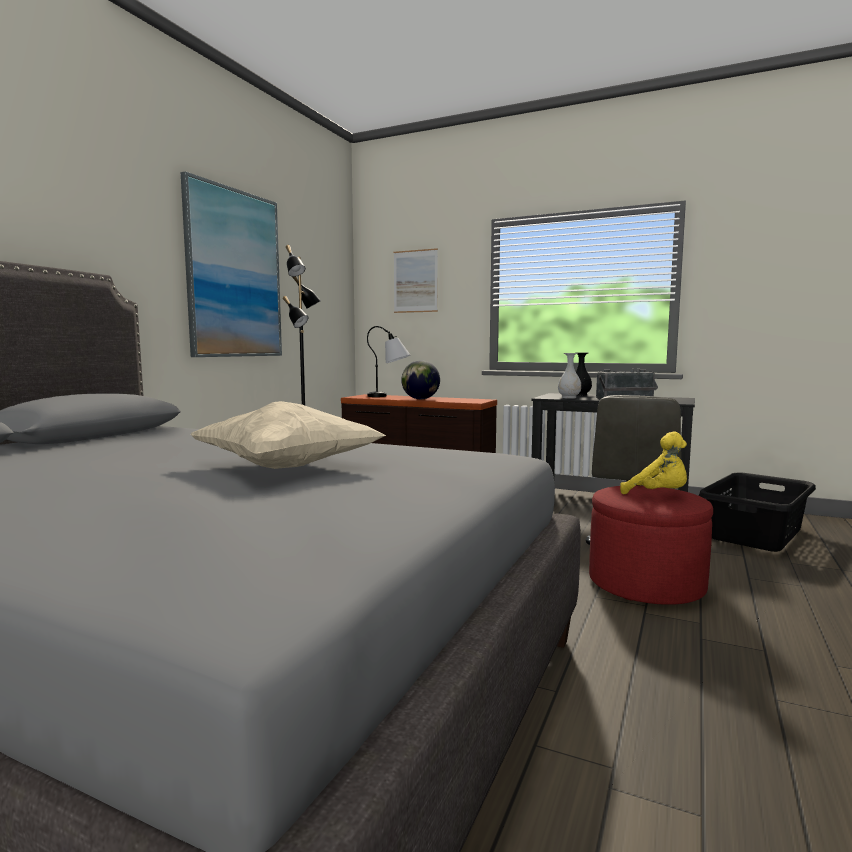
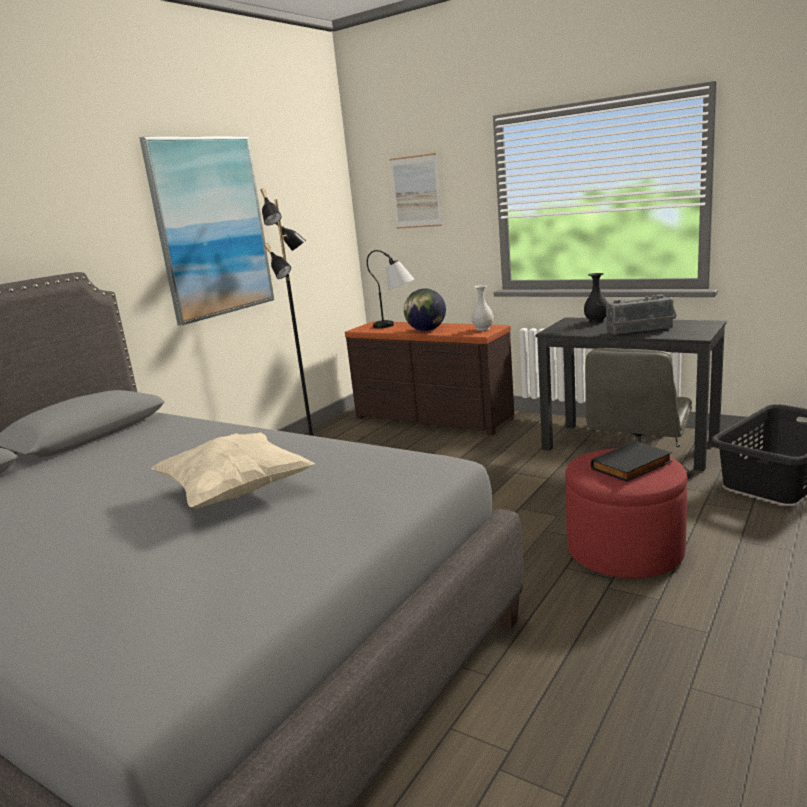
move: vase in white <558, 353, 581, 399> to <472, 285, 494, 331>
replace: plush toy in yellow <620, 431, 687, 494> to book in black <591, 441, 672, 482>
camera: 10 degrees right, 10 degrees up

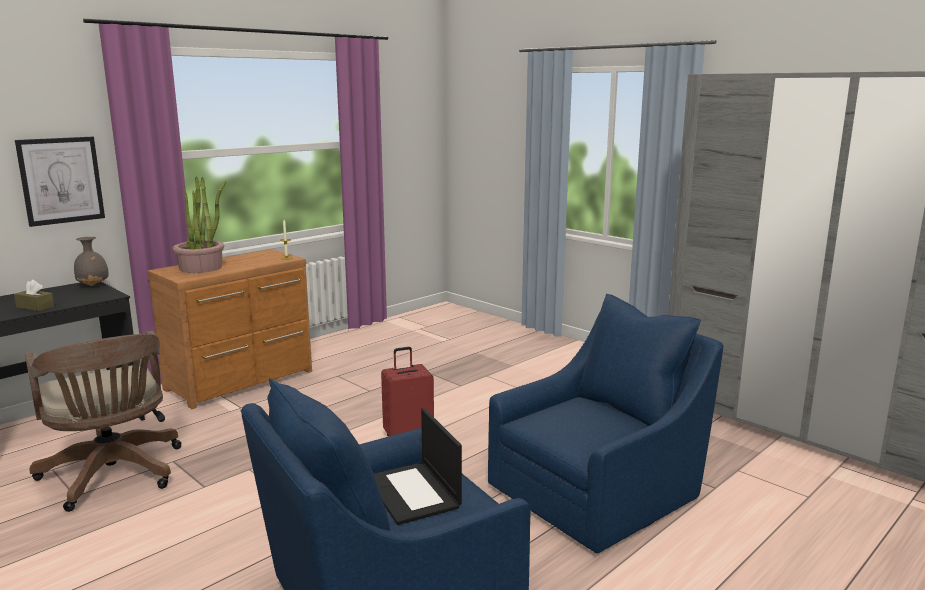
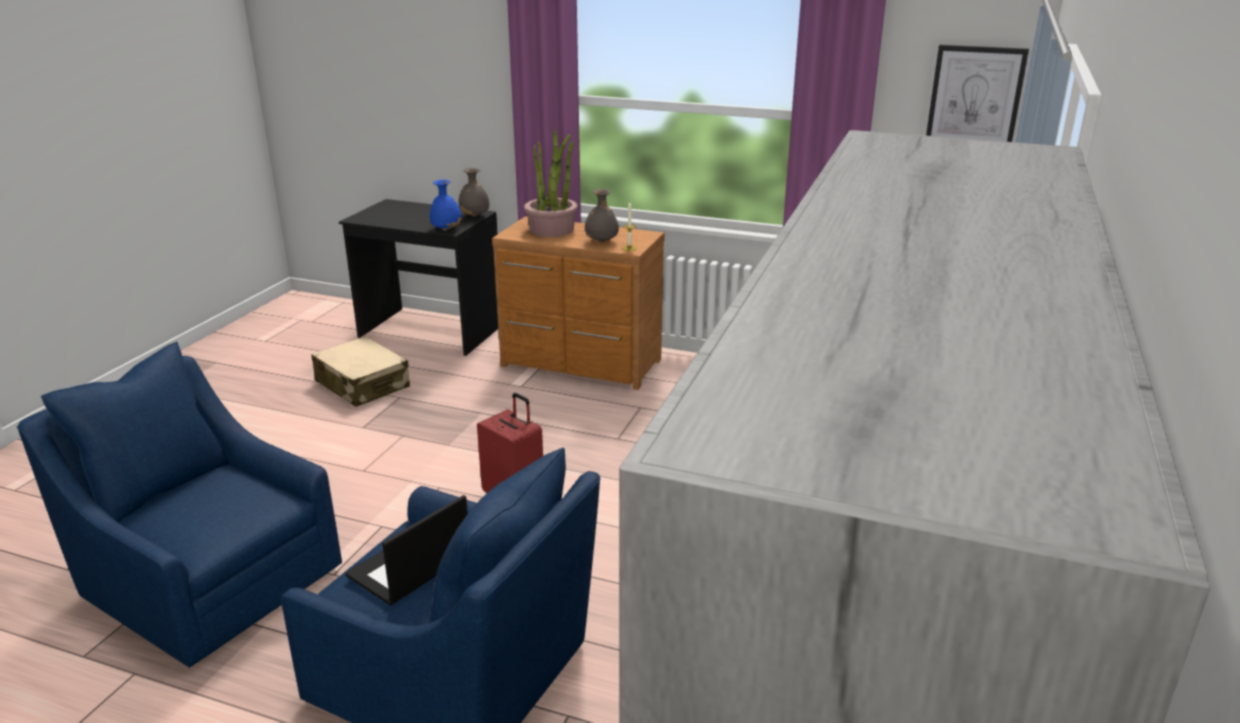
delete: tissue box in brown <14, 280, 54, 311>
insert: vase in blue <430, 179, 462, 231>; vase in grey <584, 189, 619, 242>
move: picture <15, 137, 105, 227> to <926, 45, 1029, 142>; laptop <374, 408, 462, 525> to <345, 495, 468, 606>
replace: office chair in brown <25, 331, 181, 512> to suitcase in beige <311, 336, 410, 407>
camera: 65 degrees right, 10 degrees up

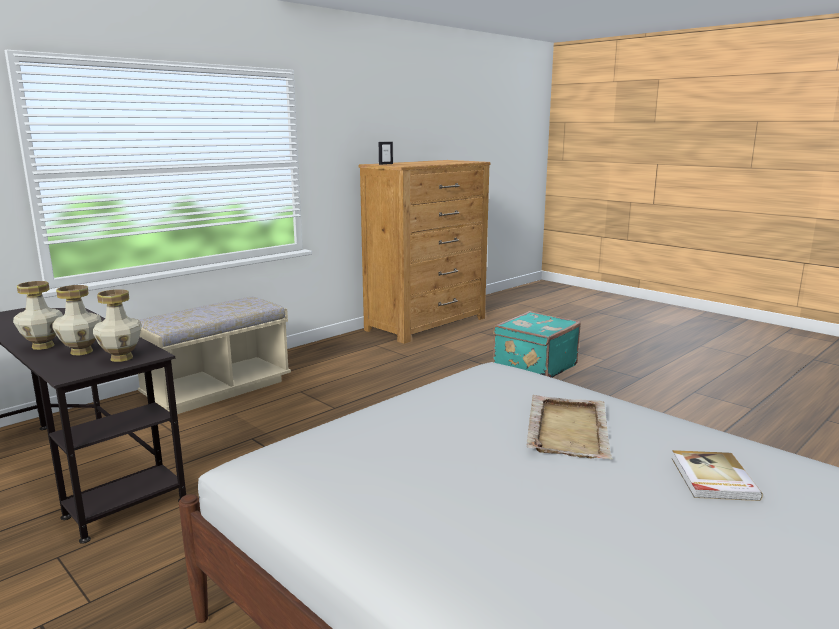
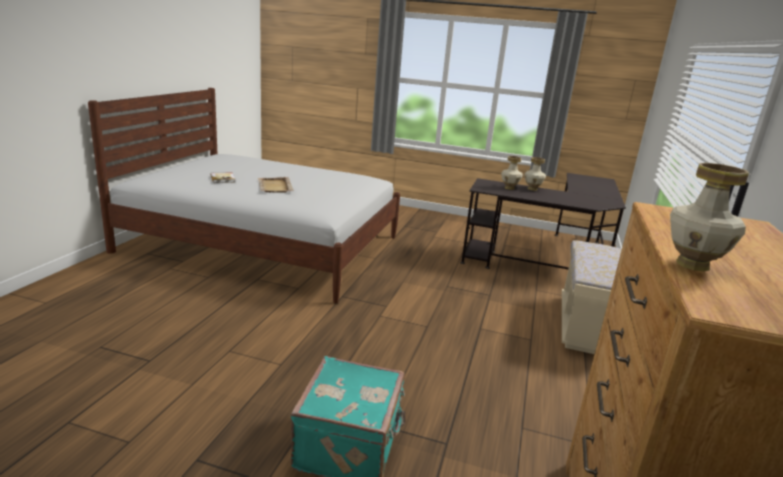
move: vase <93, 289, 142, 362> to <670, 163, 749, 272>
camera: 150 degrees right, 5 degrees up

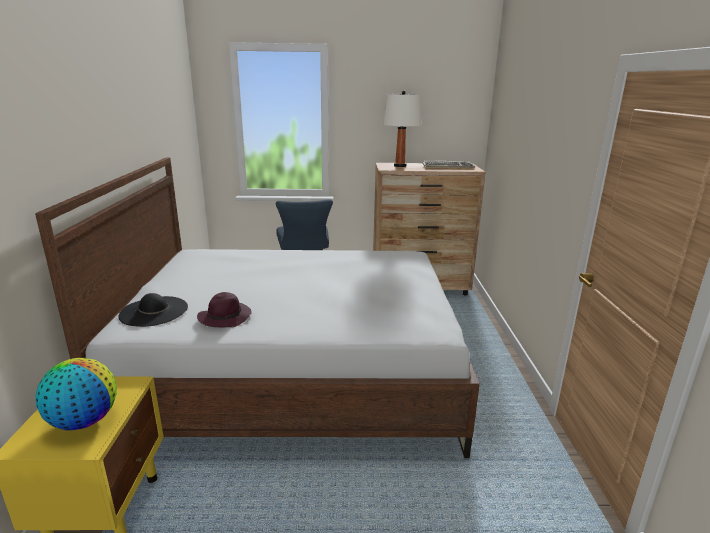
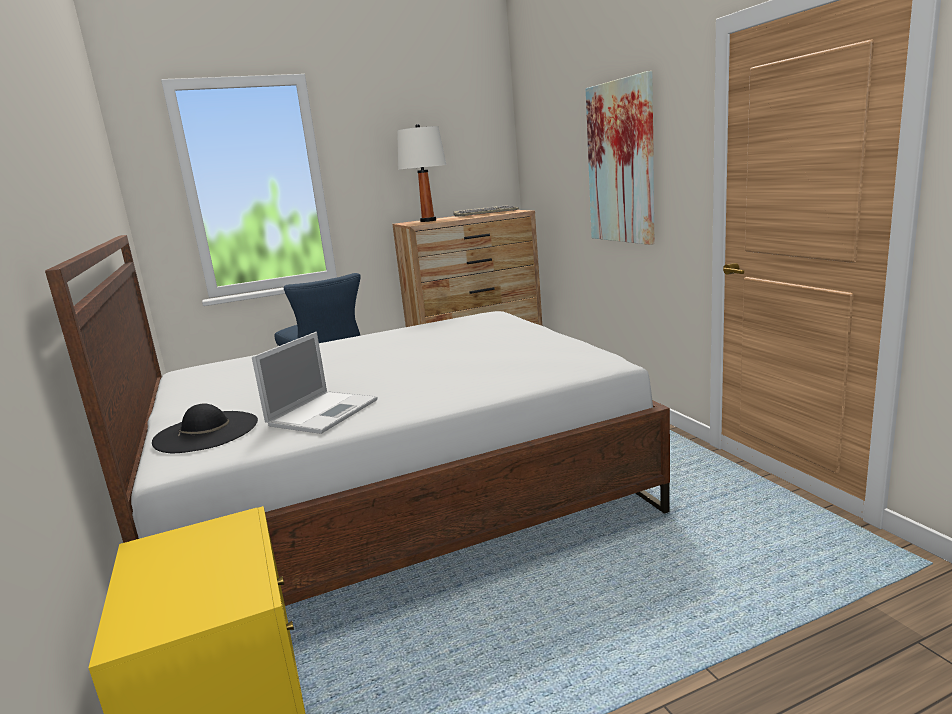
delete: globe <35, 358, 117, 430>
insert: picture <586, 71, 654, 245>
replace: hat in purple <197, 292, 252, 327> to laptop <252, 332, 378, 434>
camera: 20 degrees left, 5 degrees down

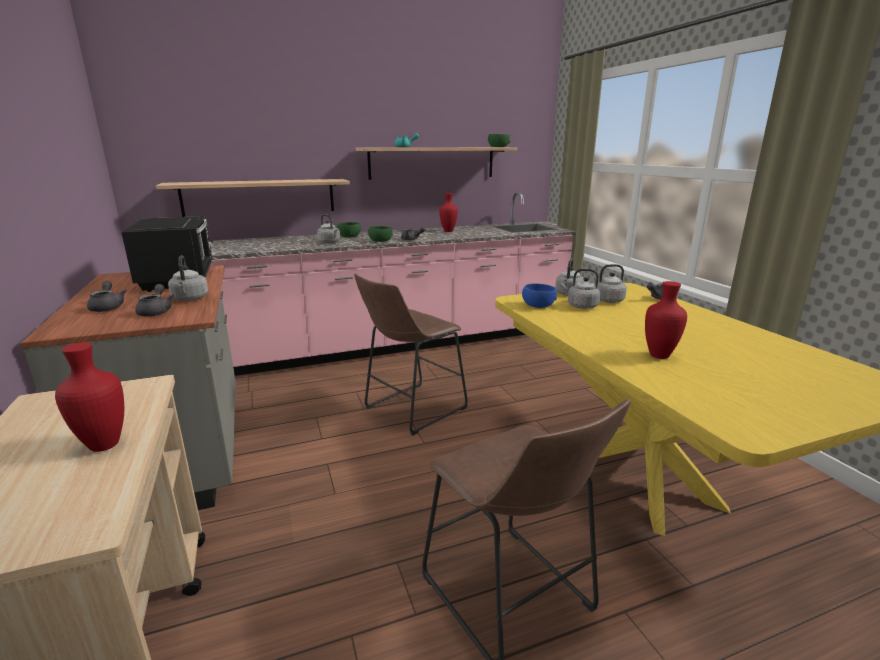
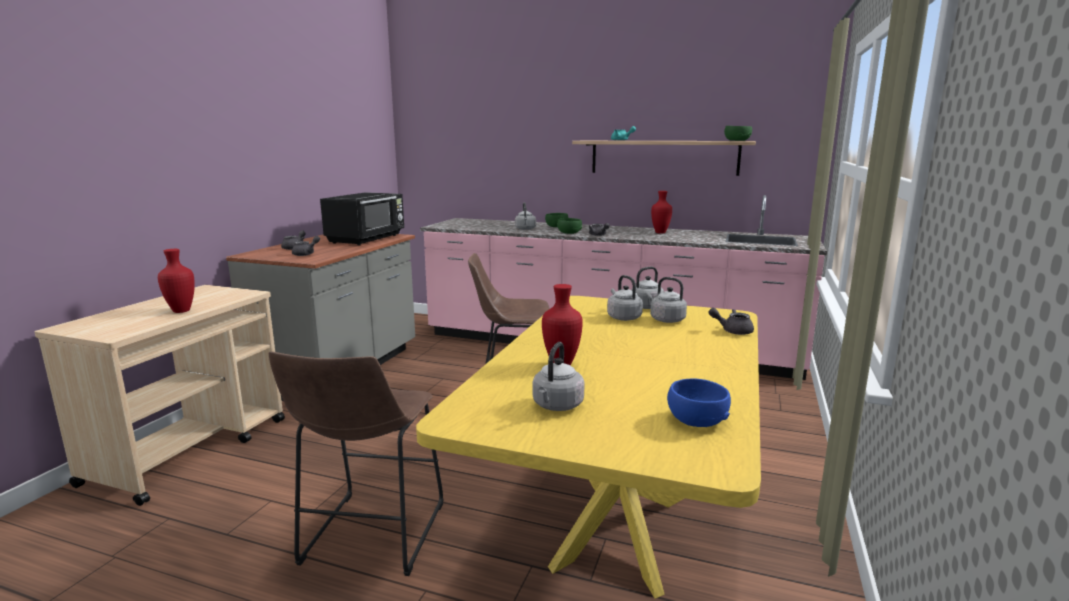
delete: shelf <156, 179, 350, 217>
move: kettle in grey <168, 255, 208, 301> to <533, 342, 585, 411>; bowl in blue <522, 283, 557, 308> to <667, 379, 731, 427>
camera: 40 degrees right, 5 degrees down

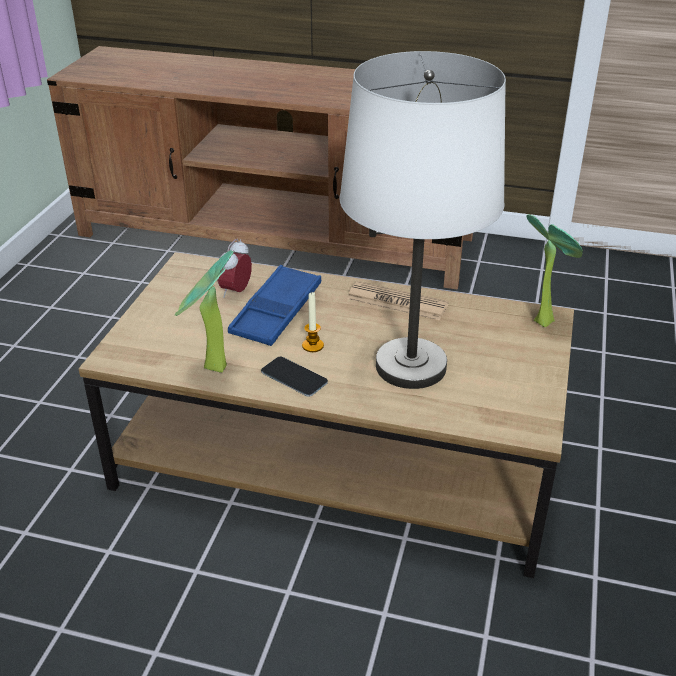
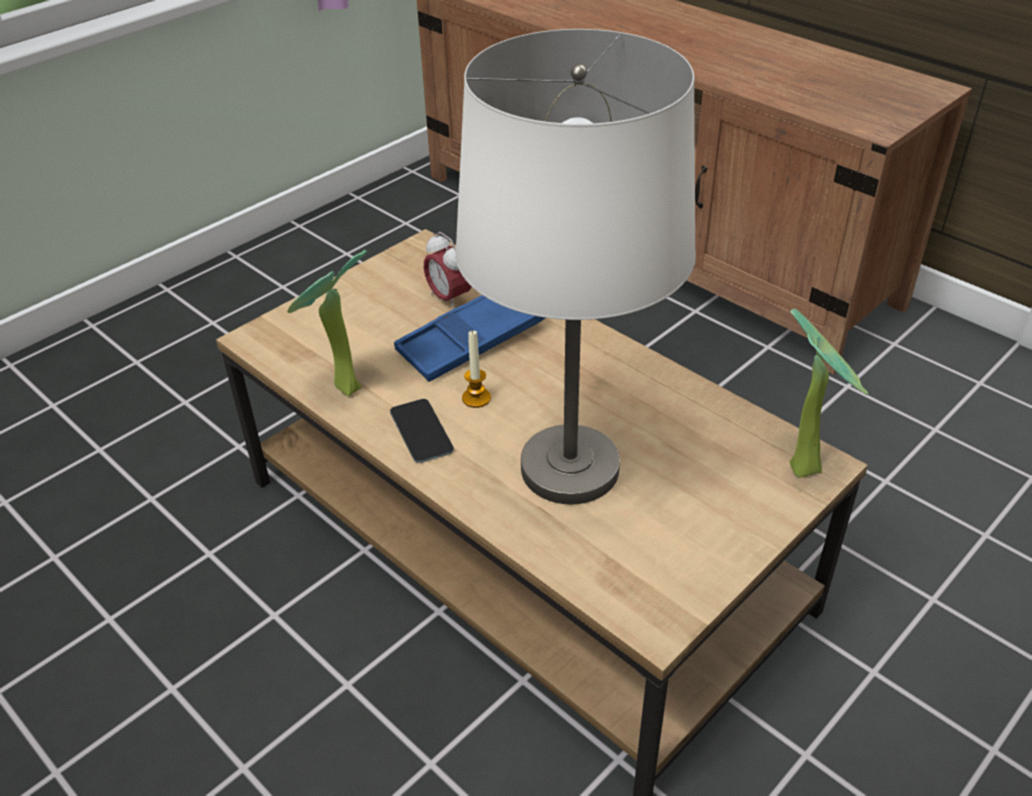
delete: newspaper <347, 281, 449, 320>
rotate: alarm clock <217, 239, 252, 298> = <424, 232, 472, 309> 90 degrees counterclockwise
camera: 30 degrees right, 5 degrees up

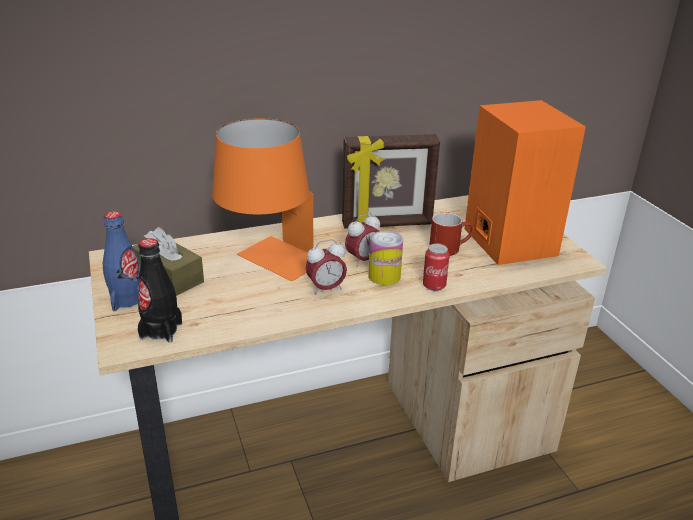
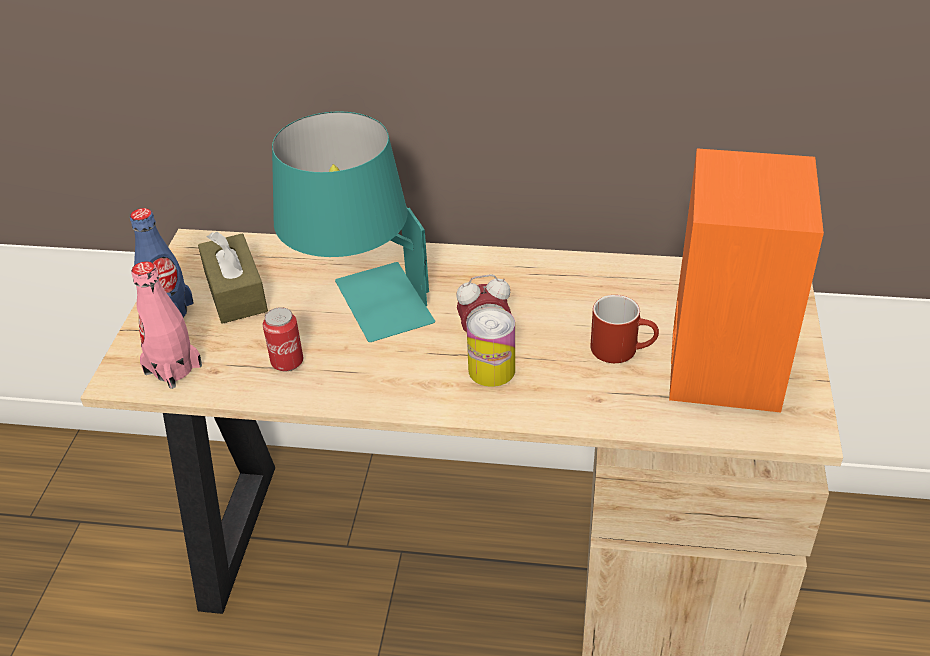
delete: alarm clock <305, 239, 347, 295>; picture frame <342, 134, 440, 228>
move: can <423, 243, 450, 291> to <263, 307, 303, 372>
recolor: bottle in black <138, 238, 182, 342> to bottle in pink <131, 261, 202, 389>; table lamp in orange <212, 118, 313, 281> to table lamp in turquoise <272, 112, 435, 342>
camera: 30 degrees right, 10 degrees up

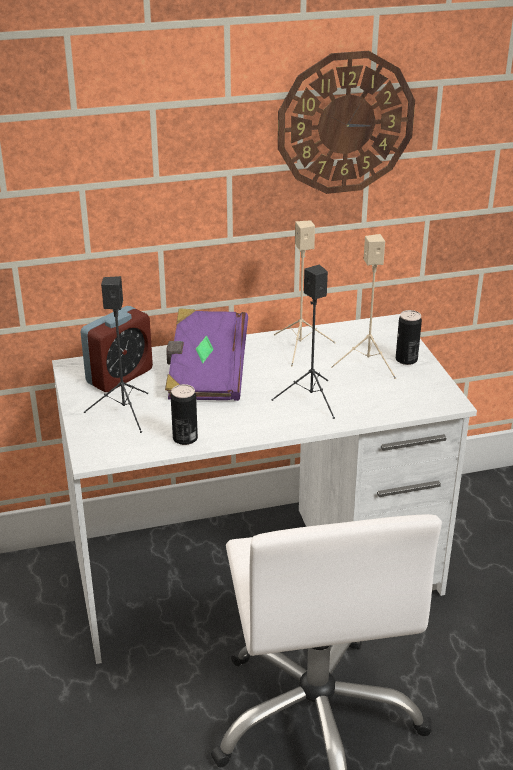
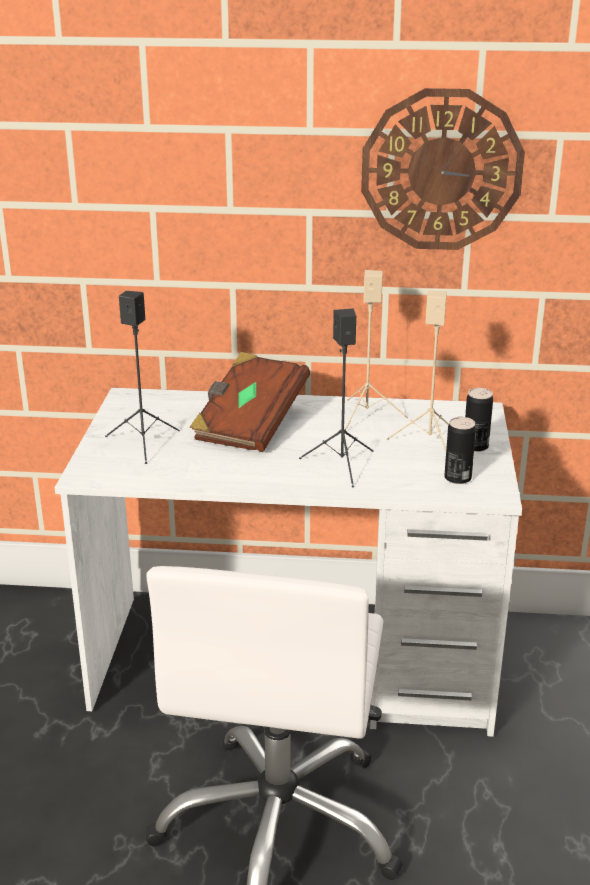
delete: alarm clock <80, 306, 153, 392>
move: can <171, 384, 198, 445> to <444, 417, 476, 484>
recolor: book in purple <165, 308, 248, 401> to book in brown <190, 352, 310, 452>
camera: 20 degrees right, 5 degrees down

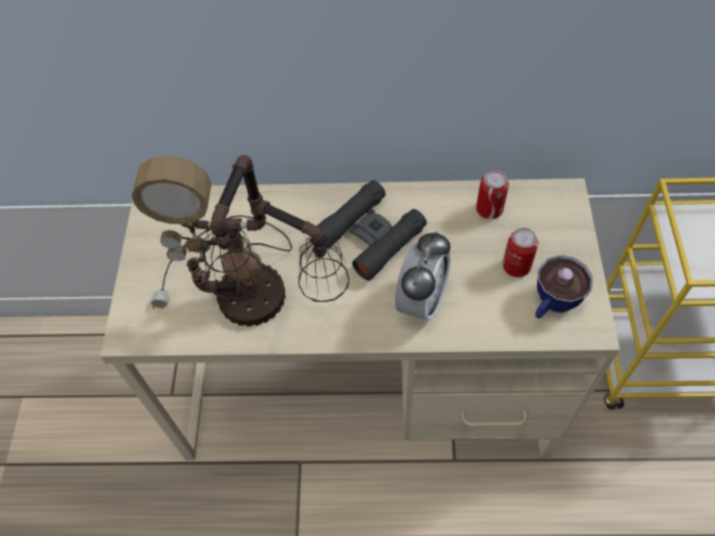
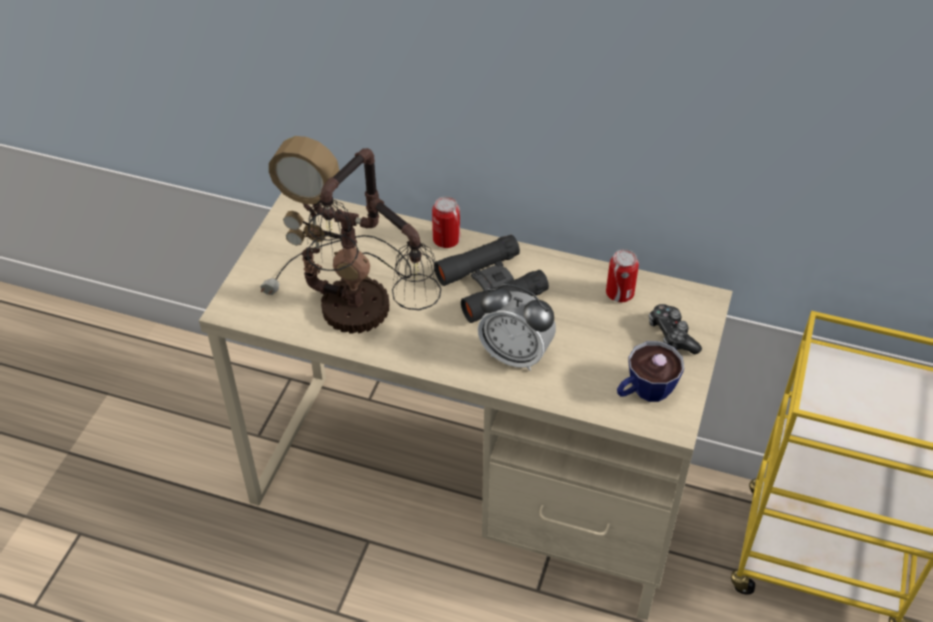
insert: game controller <649, 304, 702, 354>
move: can <503, 228, 538, 277> to <432, 196, 460, 248>
rotate: alarm clock <395, 231, 451, 323> = <478, 284, 556, 371> 75 degrees clockwise
camera: 15 degrees right, 10 degrees down

